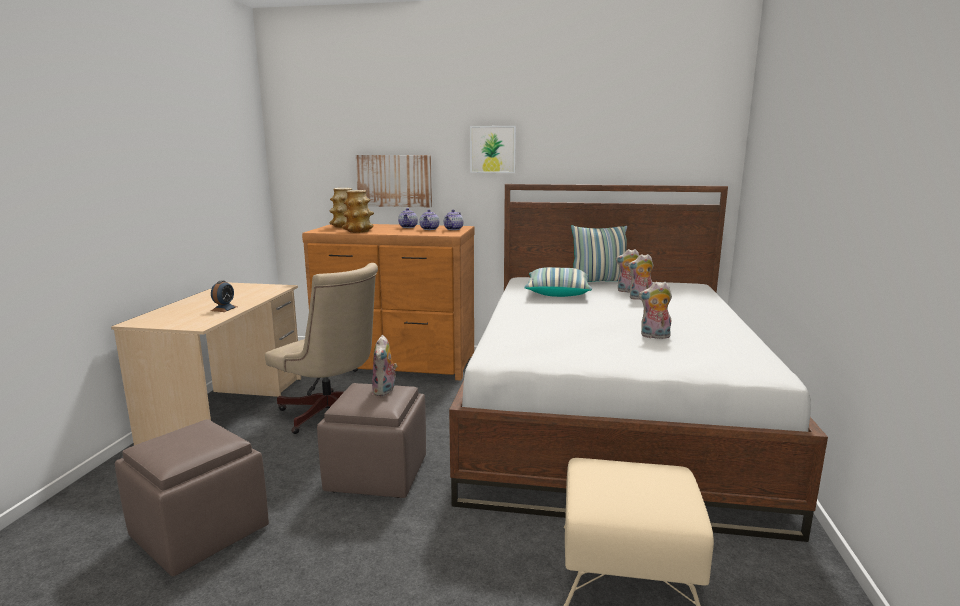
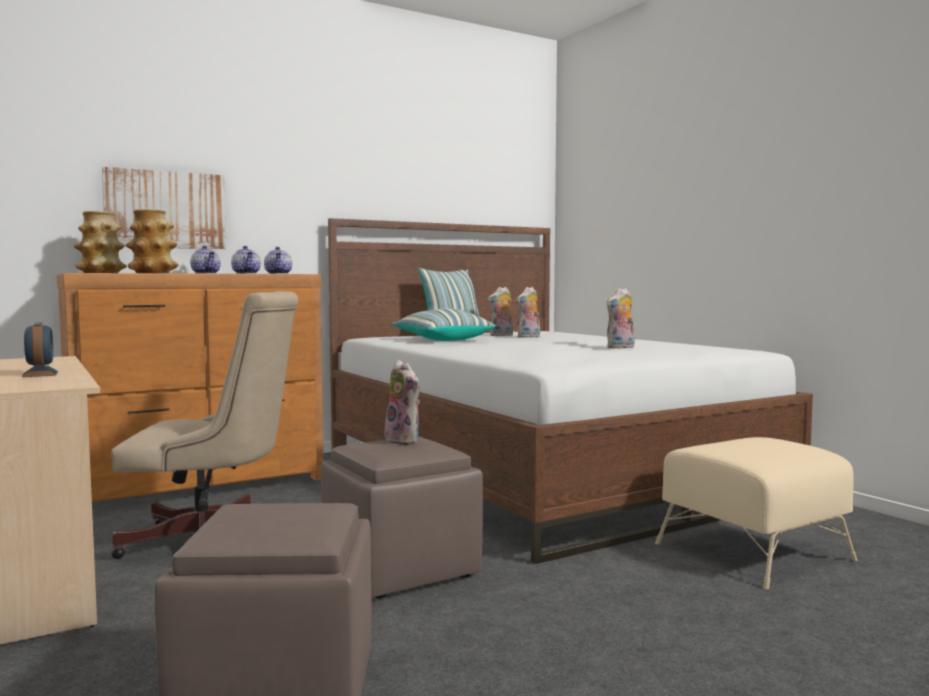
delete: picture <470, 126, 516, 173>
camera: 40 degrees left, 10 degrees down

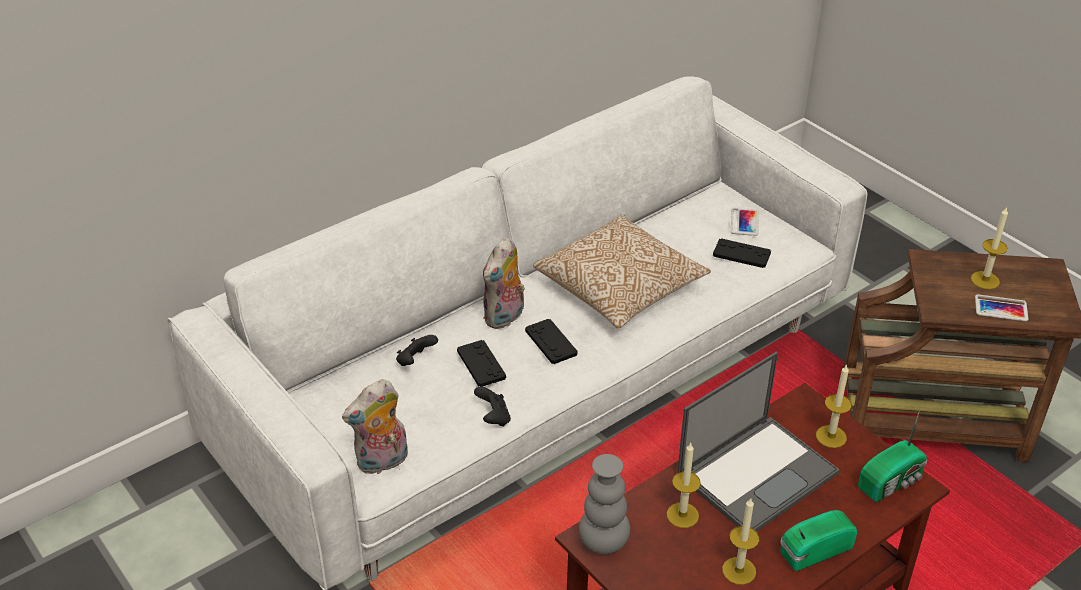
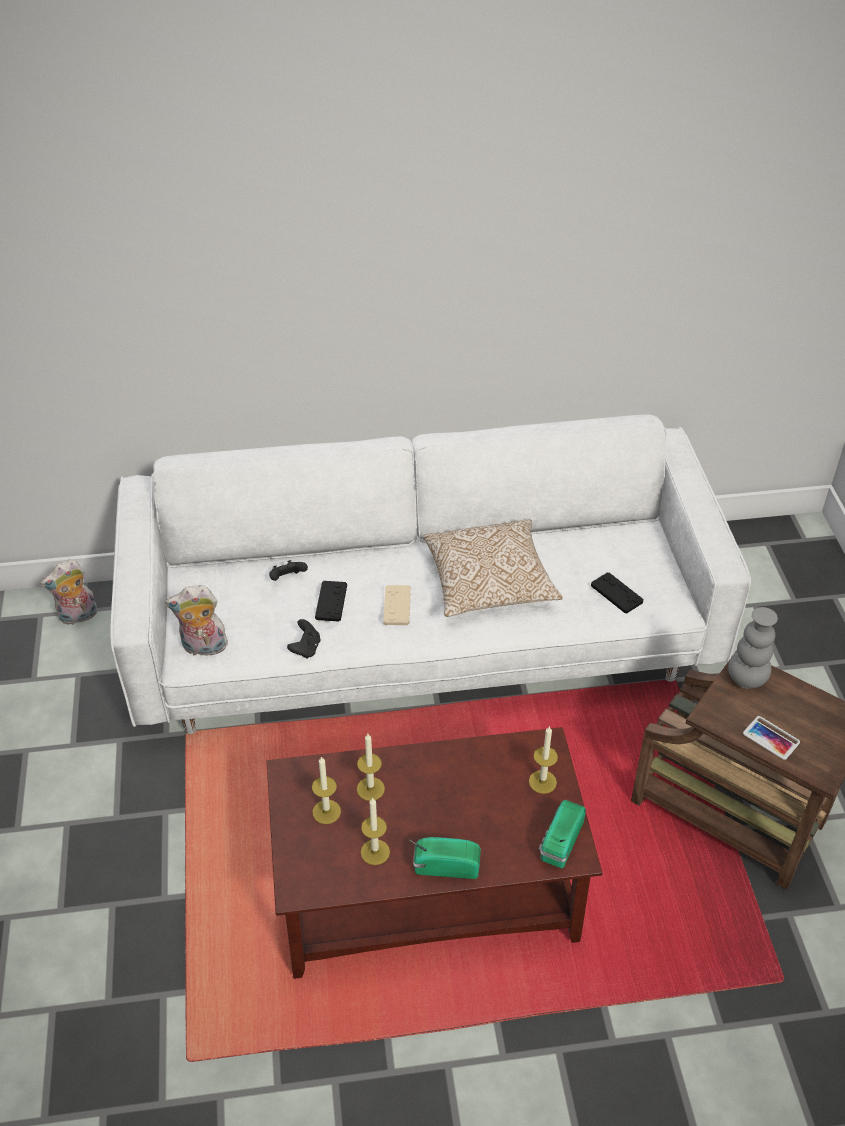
delete: laptop <677, 352, 840, 532>; phone <731, 208, 759, 236>
move: plush toy <483, 237, 525, 329> to <40, 559, 97, 625>; vase in grey <579, 454, 630, 554> to <728, 607, 778, 689>; candle <971, 207, 1008, 289> to <312, 756, 341, 824>
recolor: game controller in black <525, 319, 577, 364> to game controller in beige <383, 585, 411, 625>
rotate: radio <858, 410, 928, 502> = <538, 800, 586, 868> 120 degrees clockwise
camera: 30 degrees right, 5 degrees up

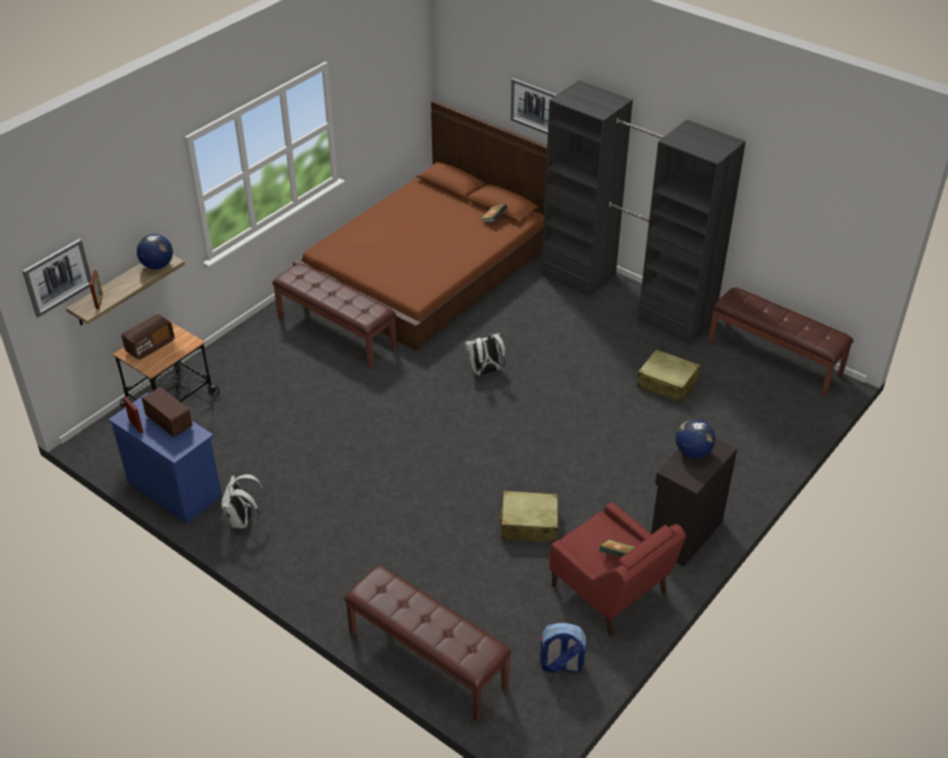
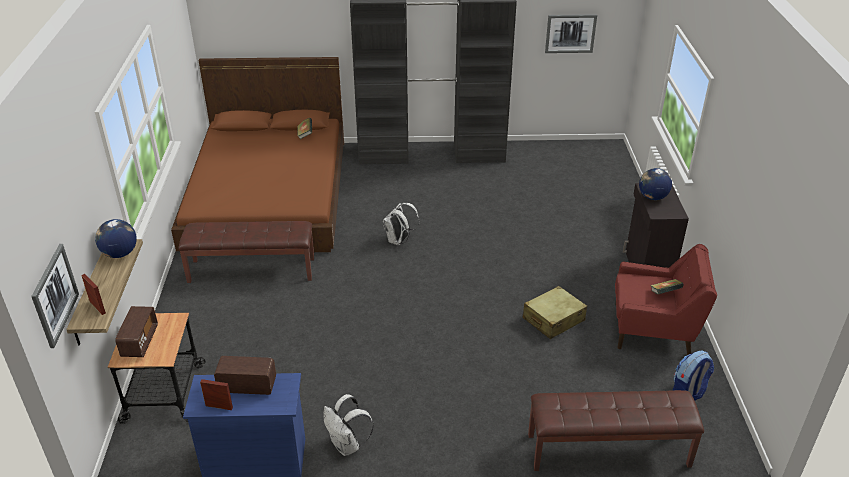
delete: suitcase in beige <637, 349, 700, 403>; bench in brown <708, 287, 854, 396>
move: picture <511, 78, 557, 135> to <545, 14, 597, 53>
camera: 40 degrees left, 5 degrees down

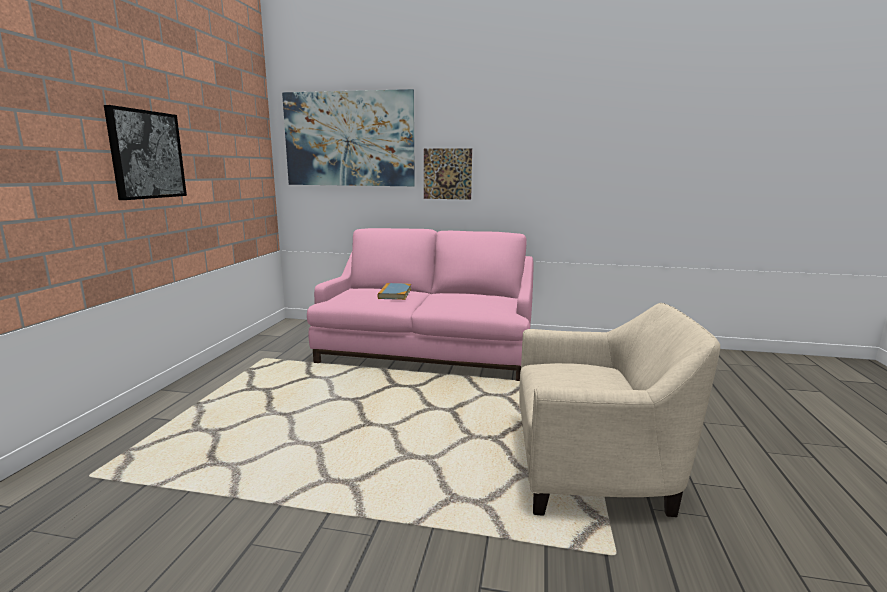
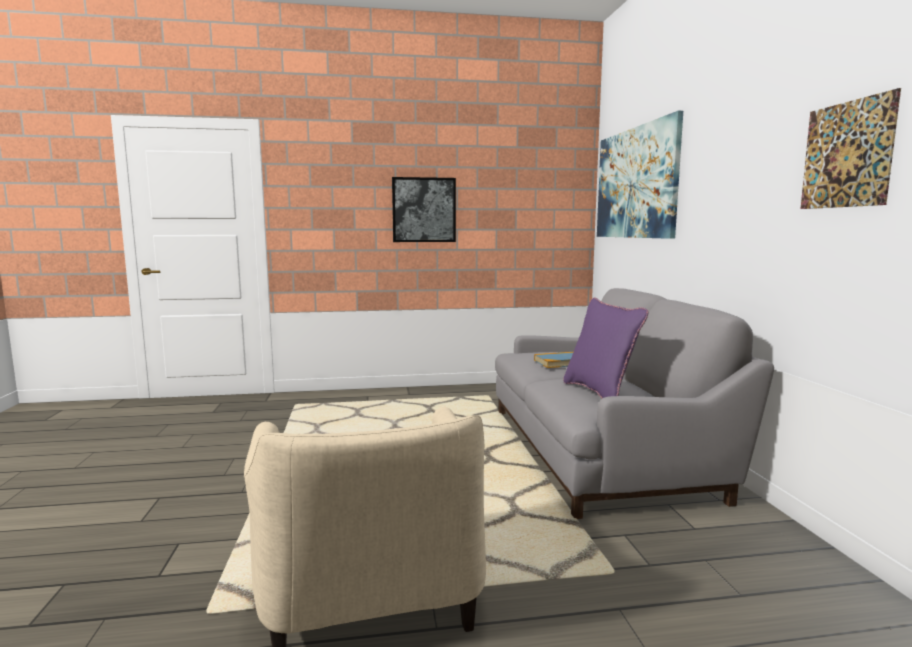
insert: pillow in purple <563, 297, 648, 399>
move: picture <424, 148, 472, 200> to <800, 88, 901, 209>
recolor: sofa in pink <307, 228, 533, 381> to sofa in grey <495, 288, 774, 519>
camera: 70 degrees right, 5 degrees down

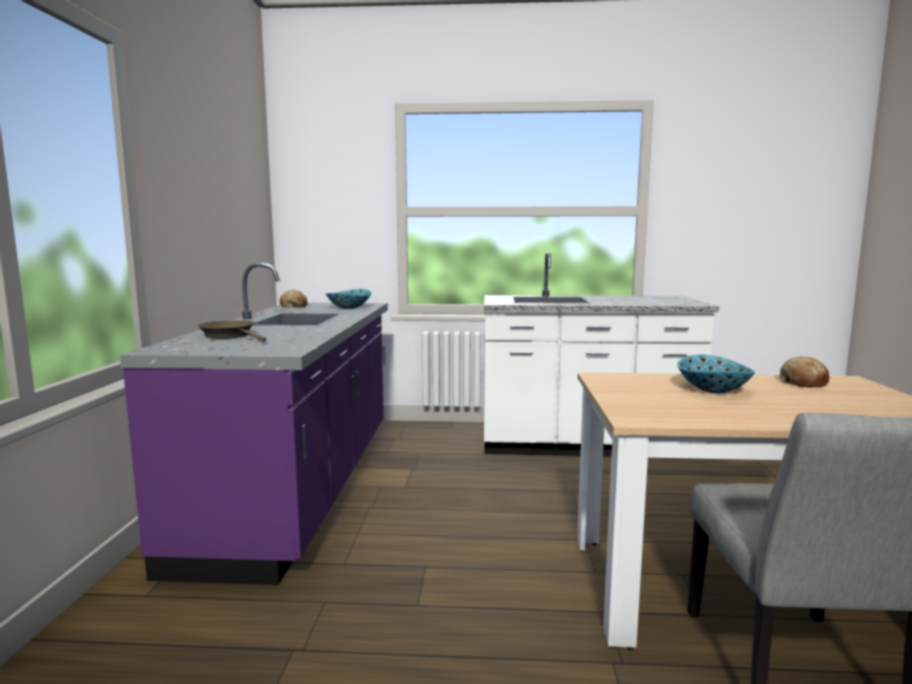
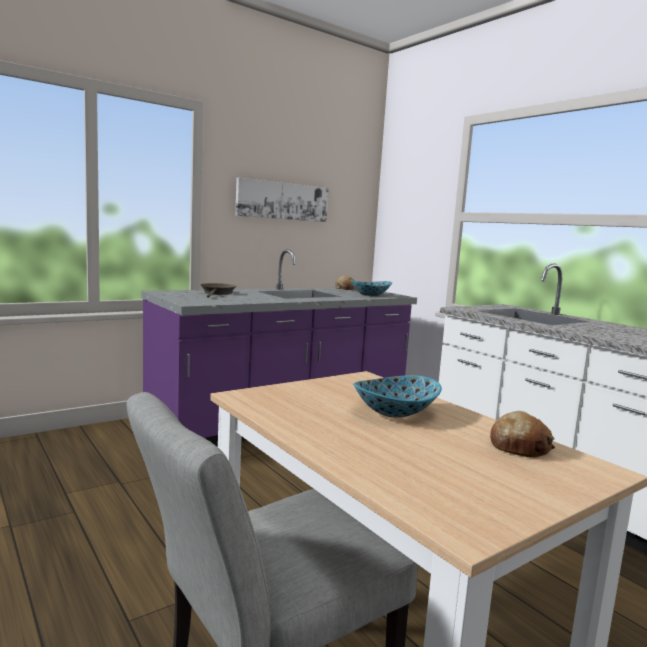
insert: picture <235, 178, 329, 222>
camera: 50 degrees right, 0 degrees up

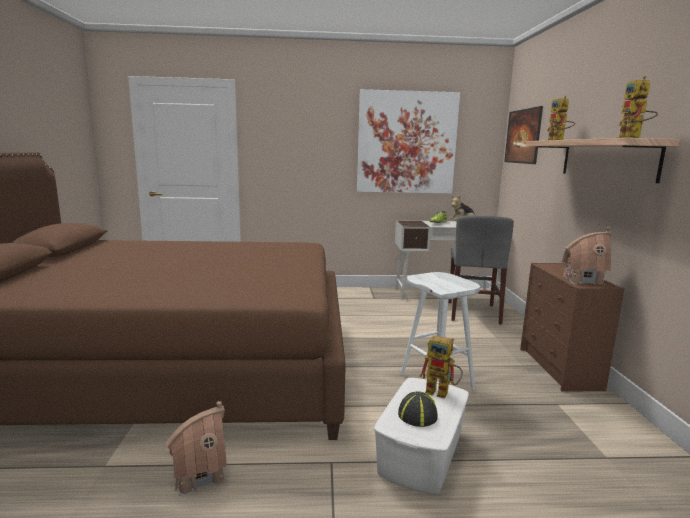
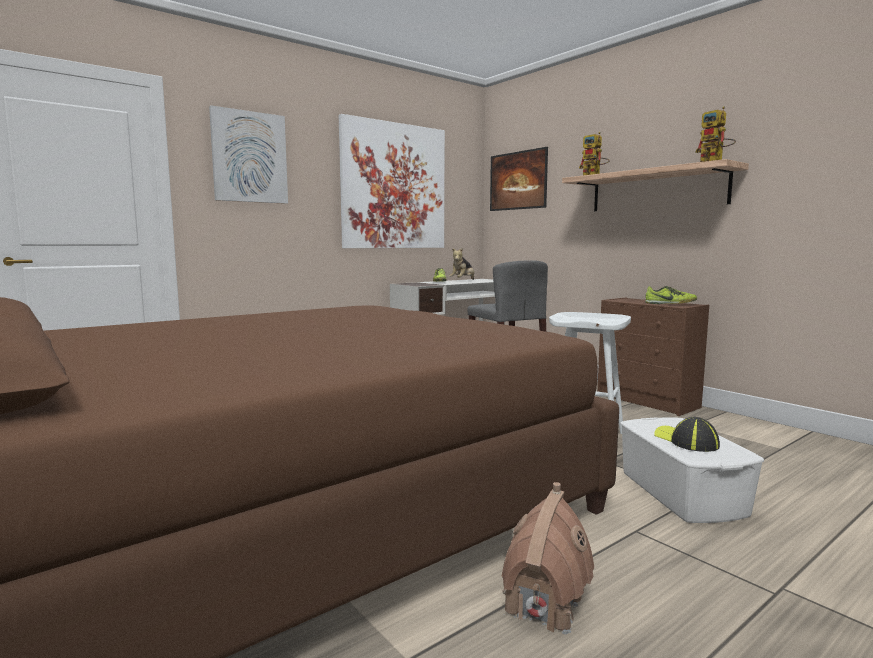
delete: toy robot <419, 335, 463, 399>
insert: picture <209, 105, 288, 204>
replace: toy house <562, 227, 613, 285> to shoe <645, 286, 697, 304>
camera: 35 degrees left, 5 degrees down

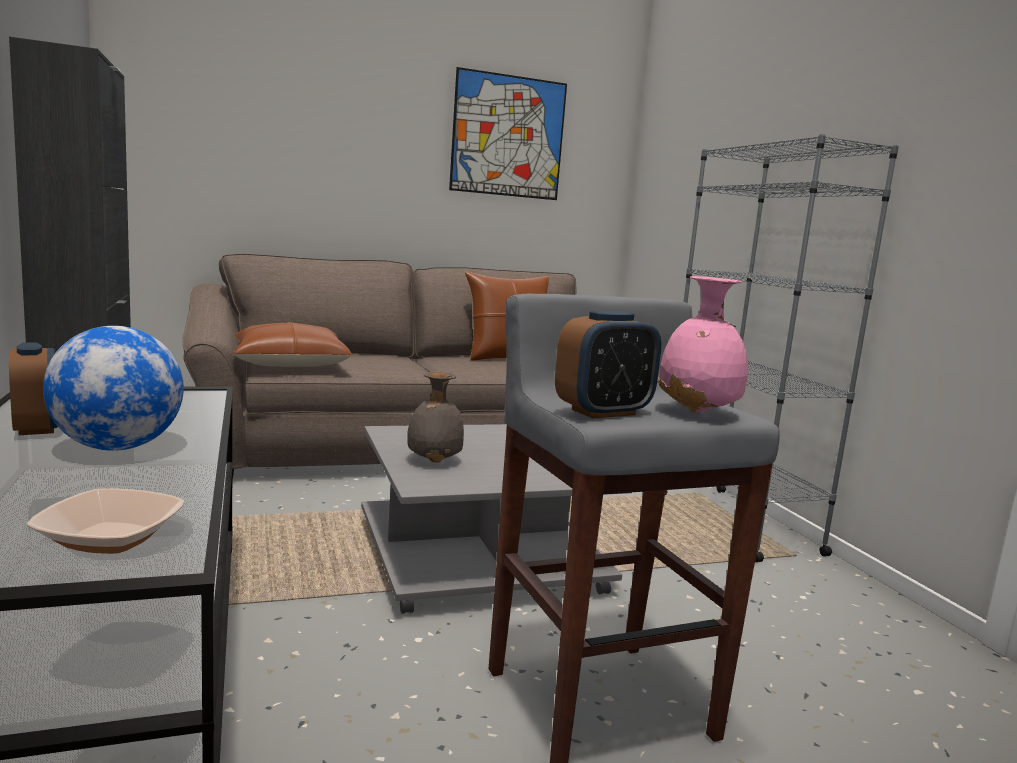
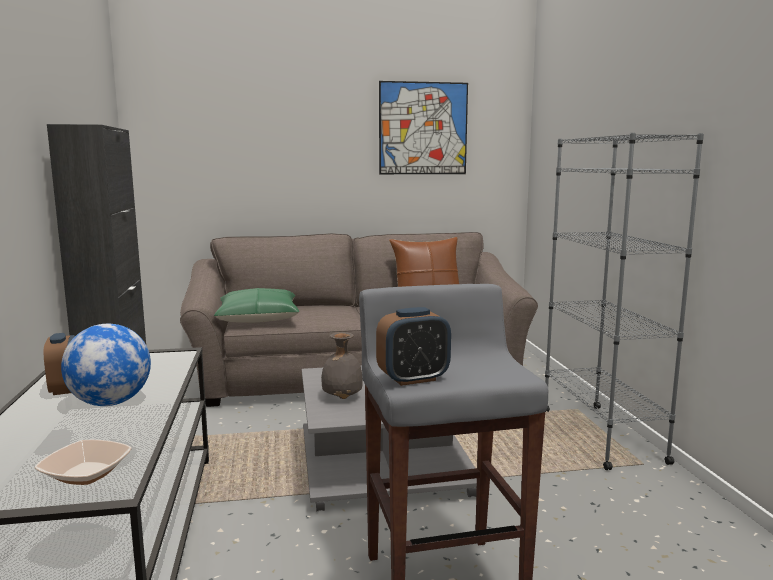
delete: vase in pink <658, 276, 748, 413>
recolor: pillow in brown <234, 322, 352, 367> to pillow in green <214, 288, 299, 323>
camera: 10 degrees right, 0 degrees up

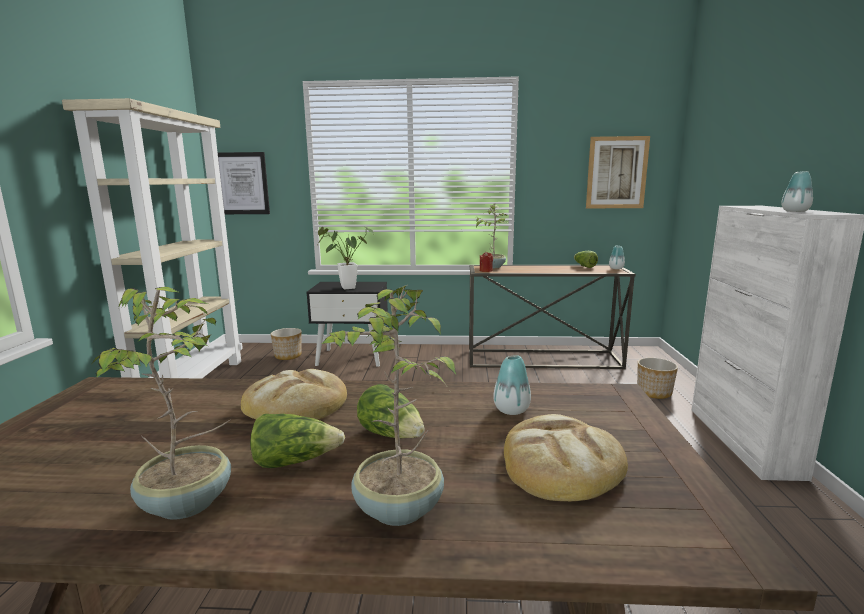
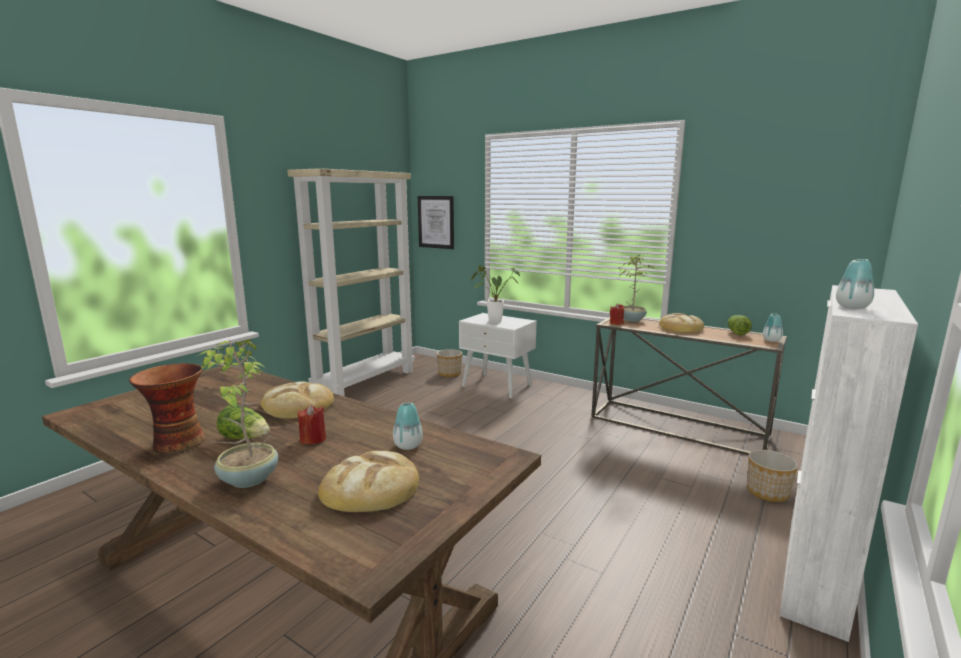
delete: picture <586, 136, 650, 209>
insert: bread <659, 313, 704, 333>
replace: potted plant <92, 287, 231, 520> to vase <129, 363, 205, 454>; lettuce <357, 384, 425, 438> to candle in red <298, 405, 326, 445>
recolor: nightstand in black <306, 282, 388, 367> to nightstand in white <459, 313, 537, 398>
camera: 30 degrees right, 0 degrees up

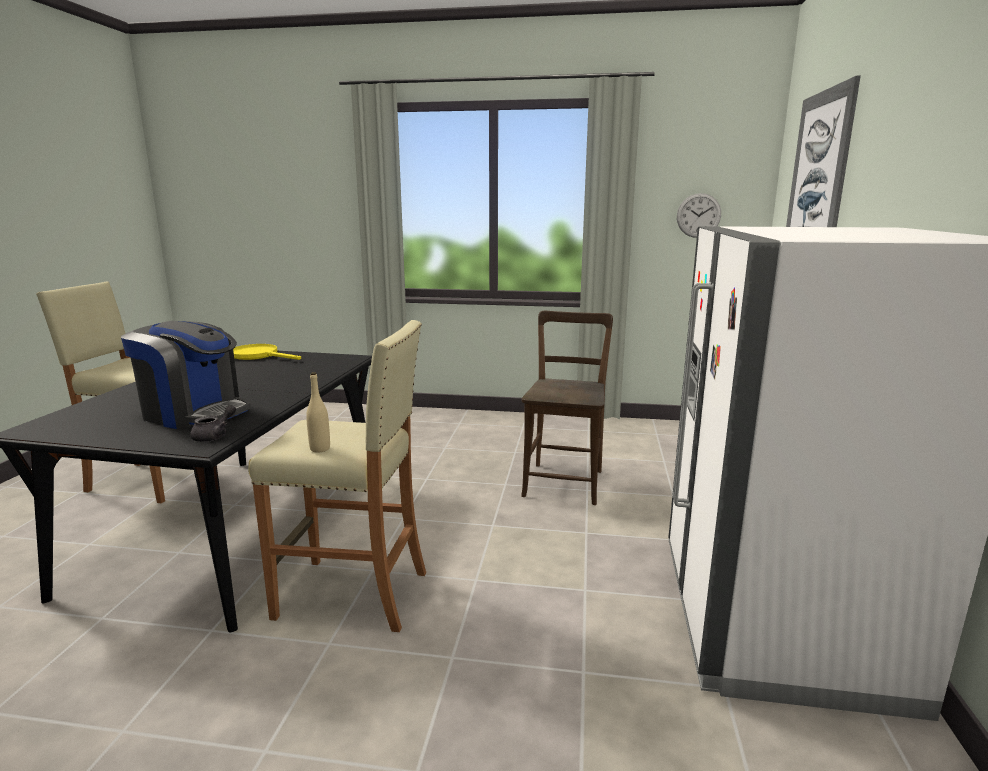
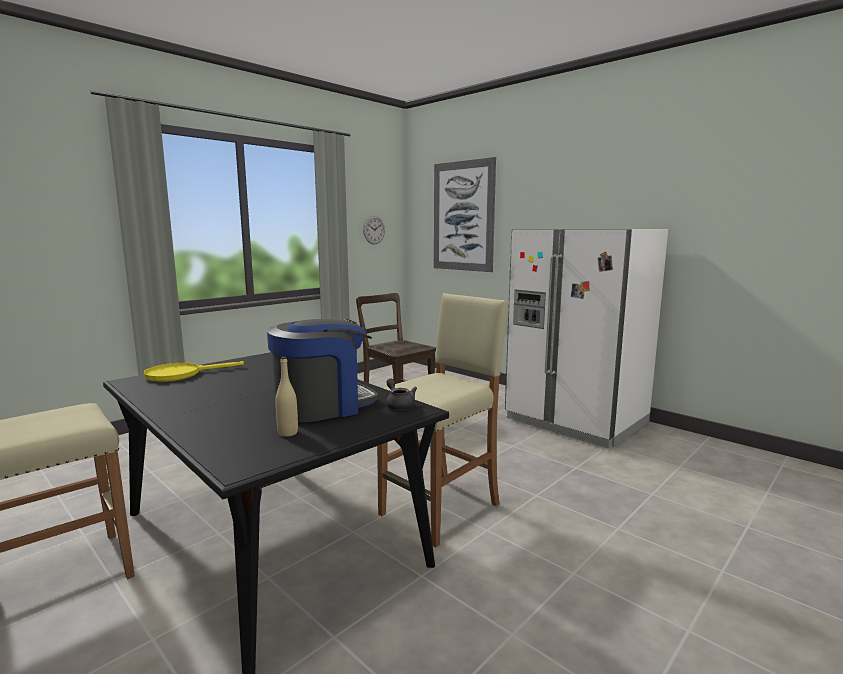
move: bottle in beige <306, 372, 330, 452> to <275, 357, 298, 437>
camera: 55 degrees left, 5 degrees down

